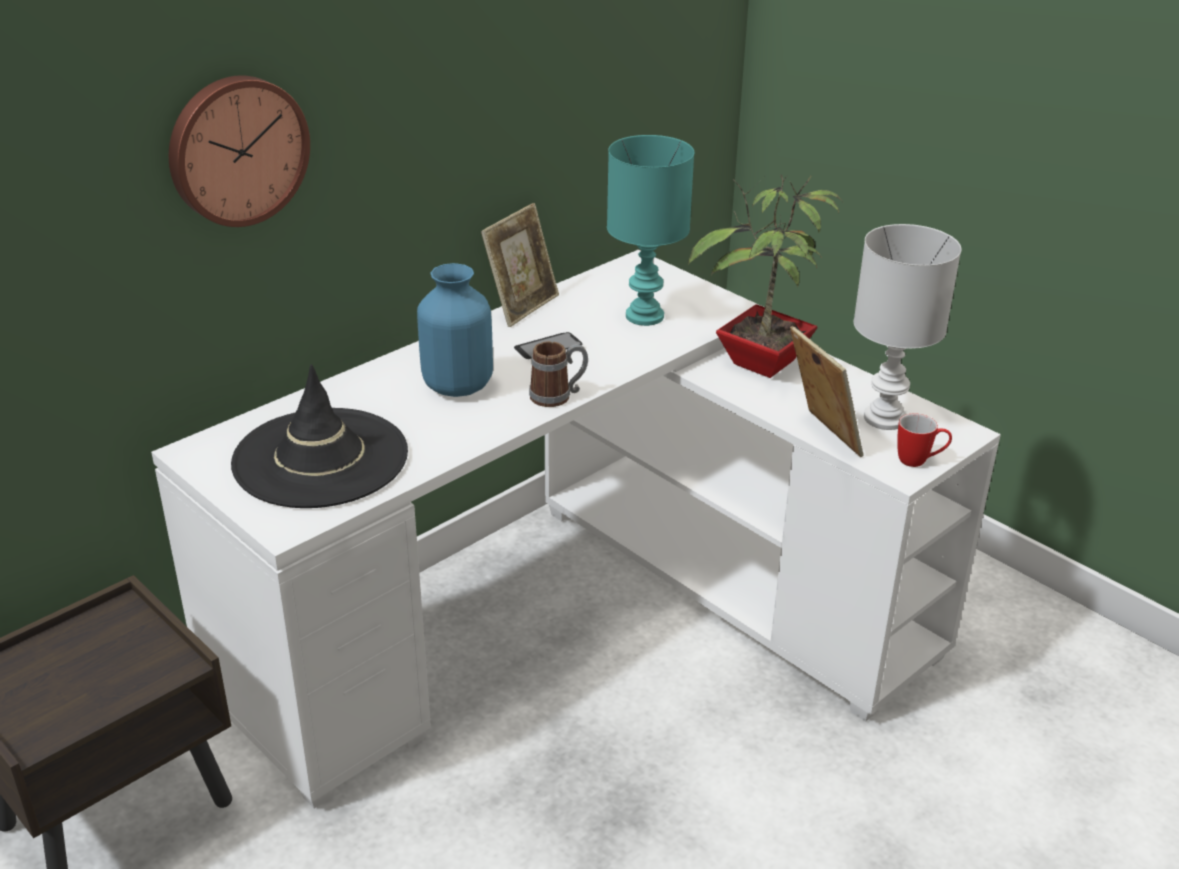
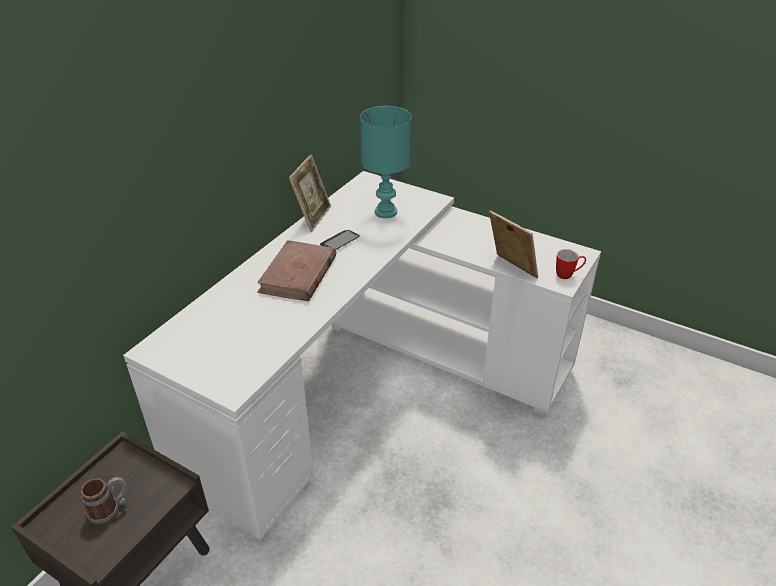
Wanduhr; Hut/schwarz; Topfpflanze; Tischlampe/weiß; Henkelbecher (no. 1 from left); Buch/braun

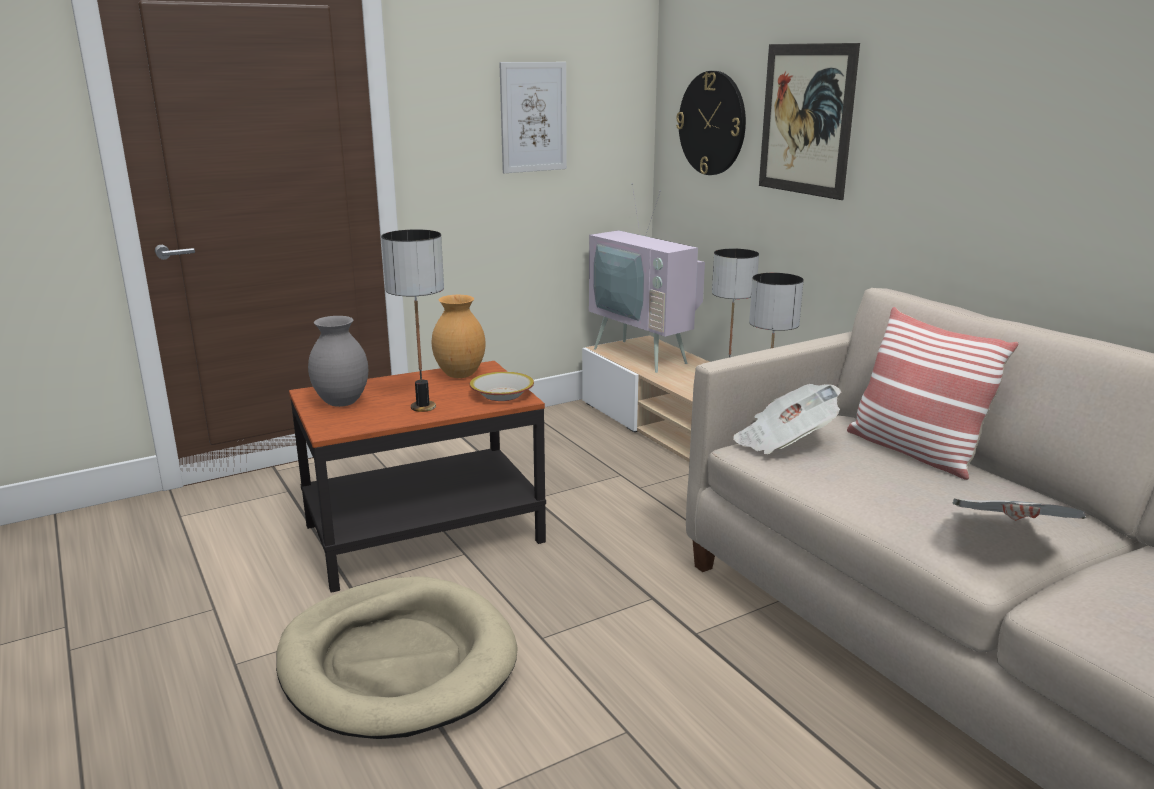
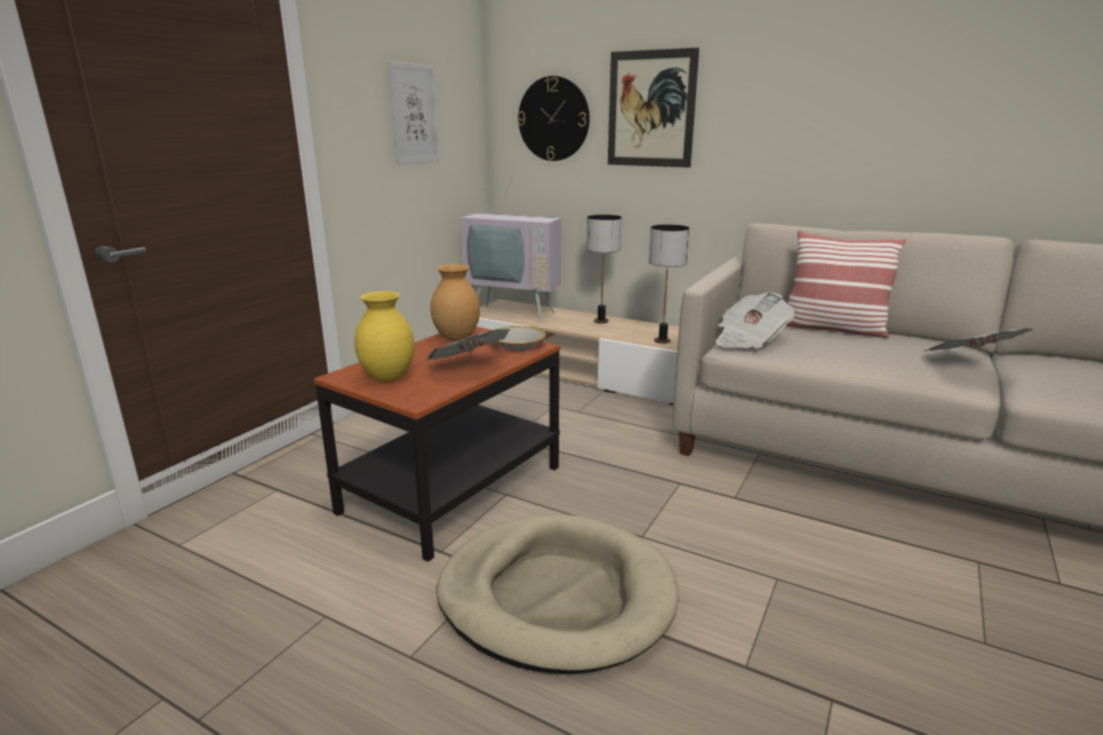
Zeitung (no. 1 from left); Vase/gelb

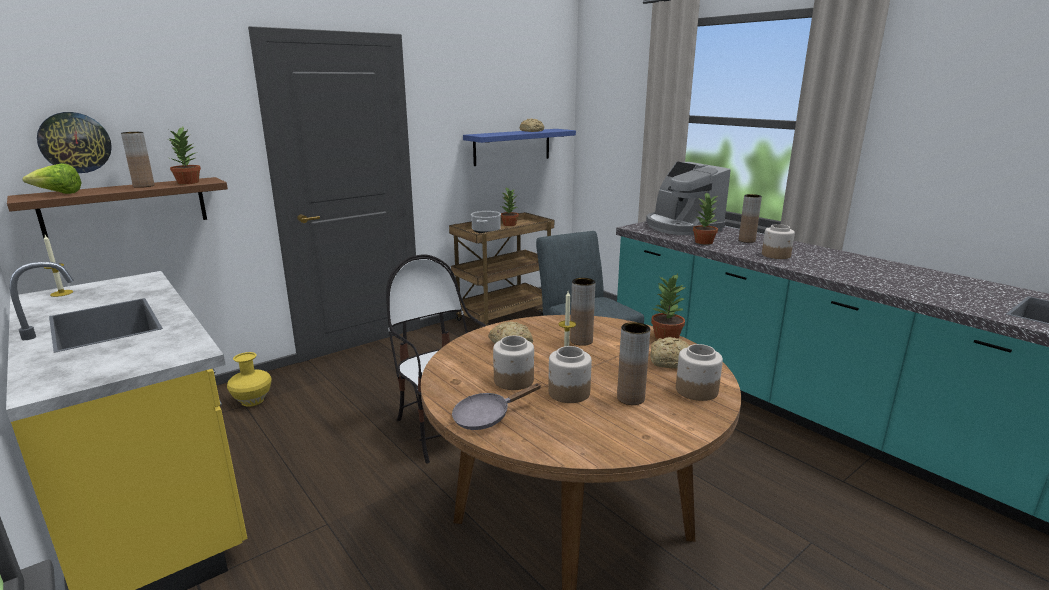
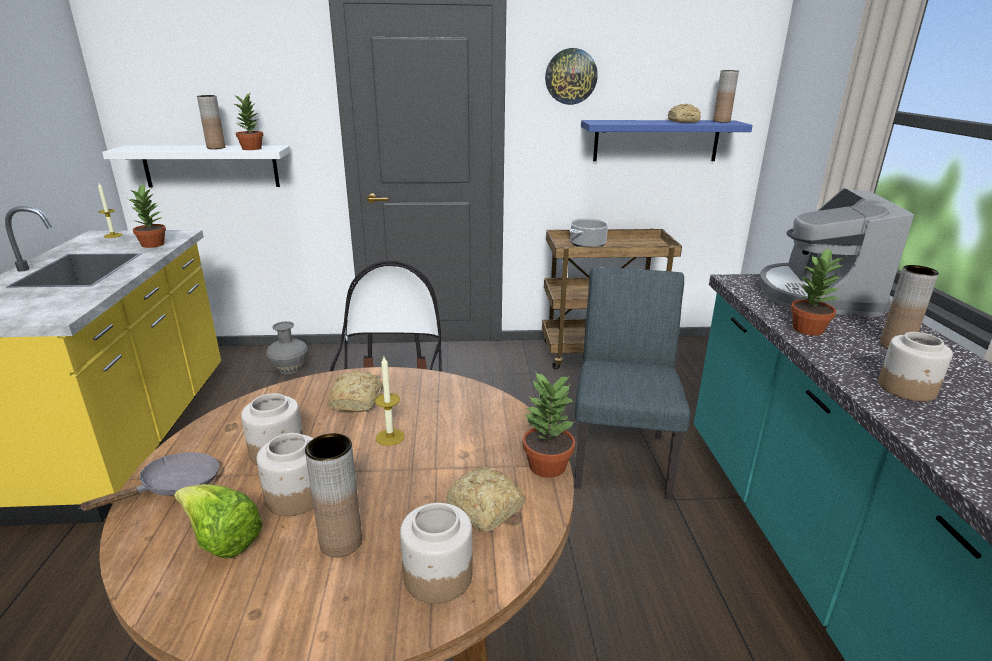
Salatkopf; Wanduhr; Topfpflanze (no. 1 from left); Vase/braun (no. 3 from left); Wandregal/weiß; Vase/grau; Pfanne/grau

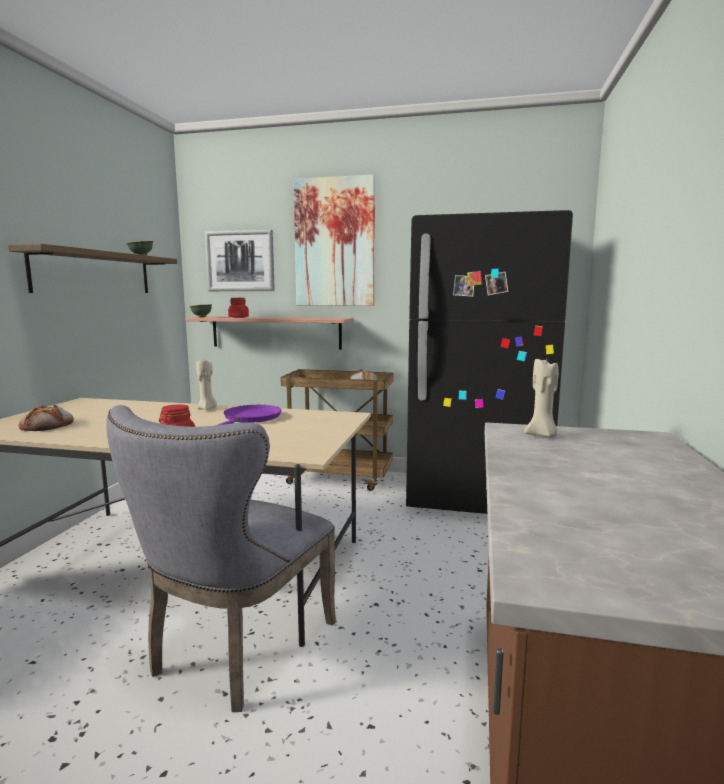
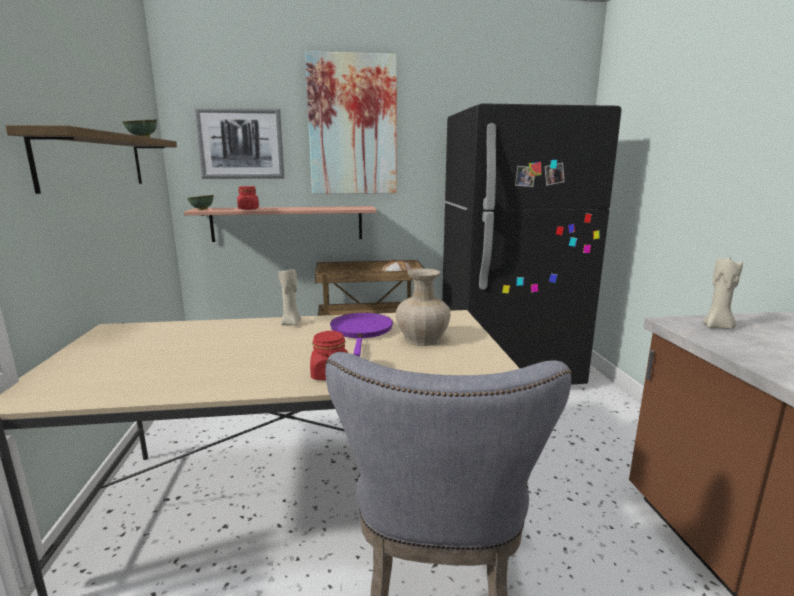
Brot (no. 1 from left in the first image); Vase/beige

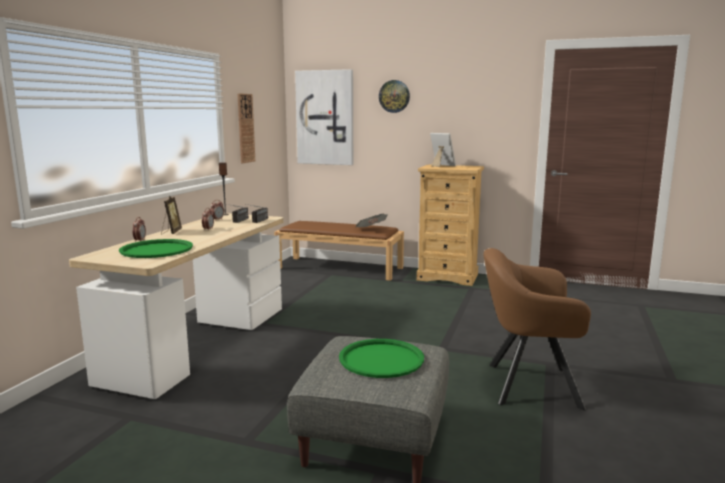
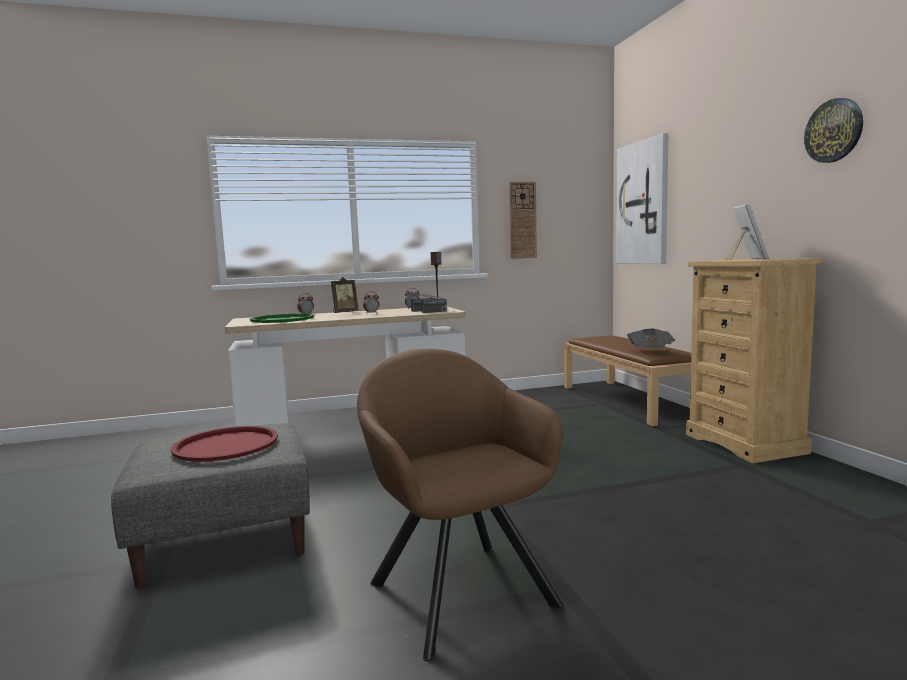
Wanduhr (no. 2 from left); Tablett/rot

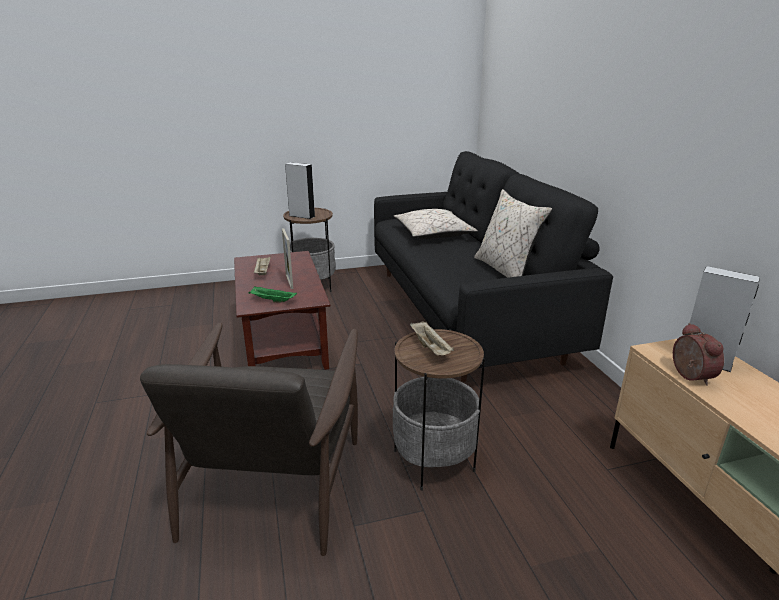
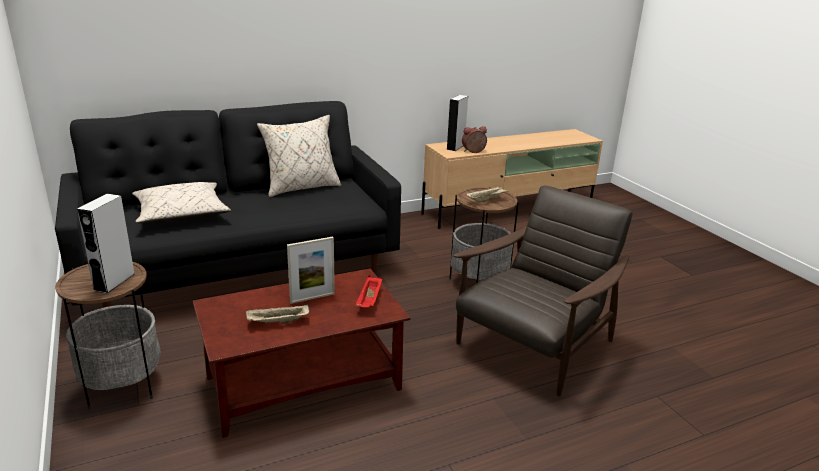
Tablett/rot; Sessel/braun

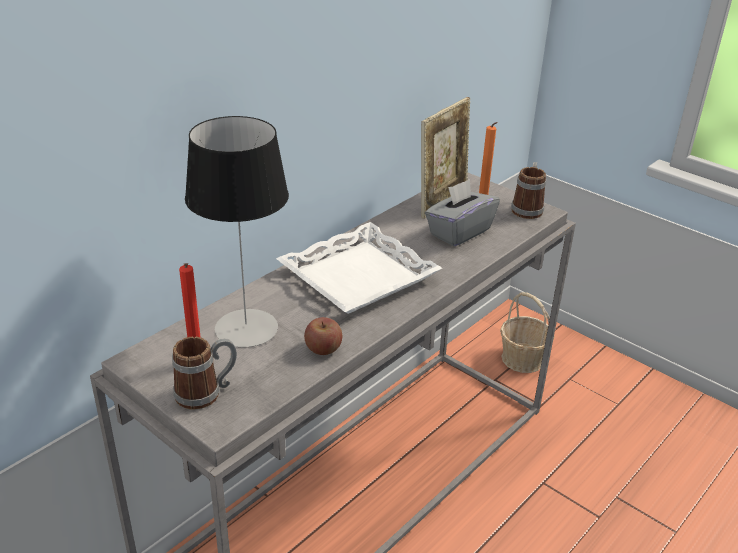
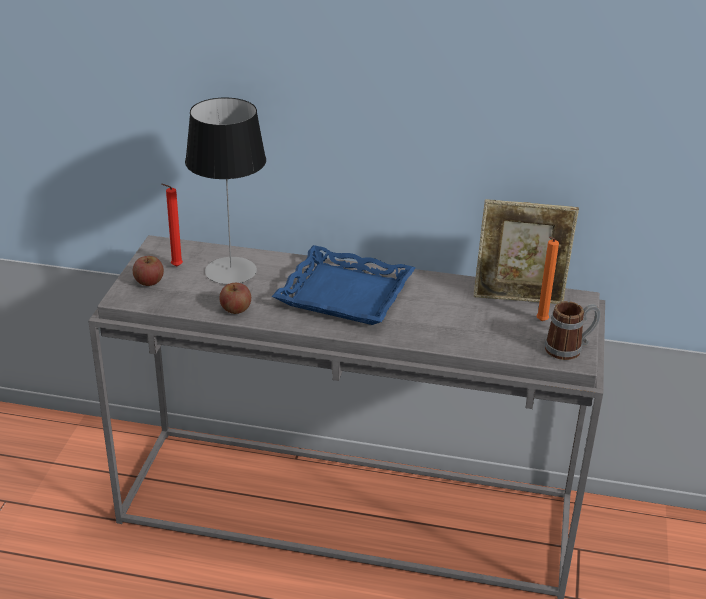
Taschentuchbox/grau; Korb; Apfel (no. 1 from left); Tablett/blau

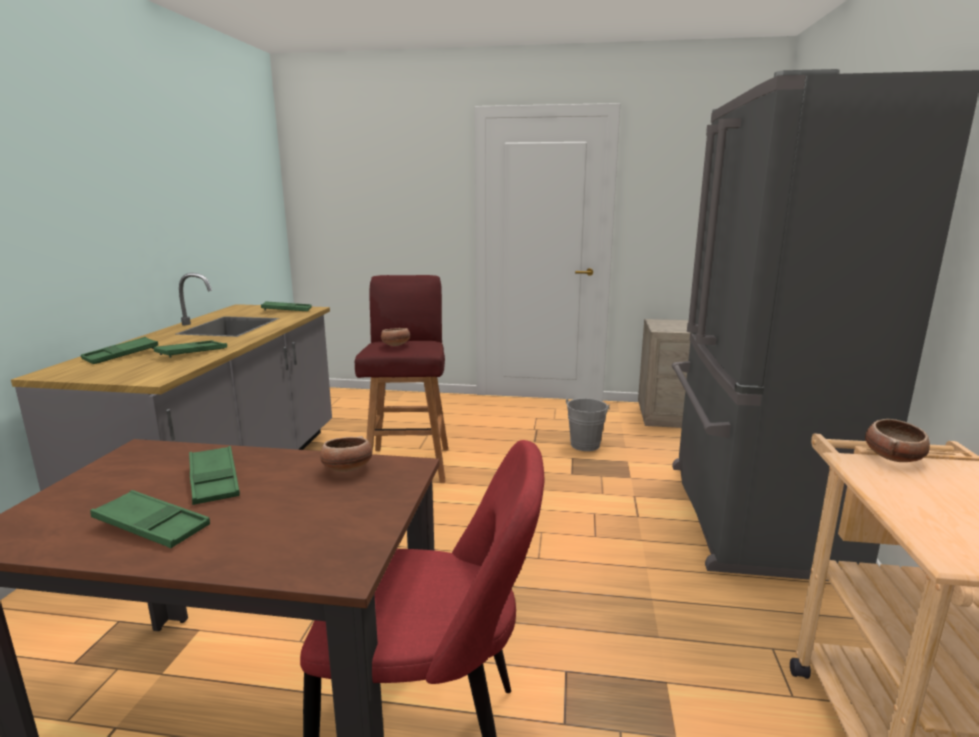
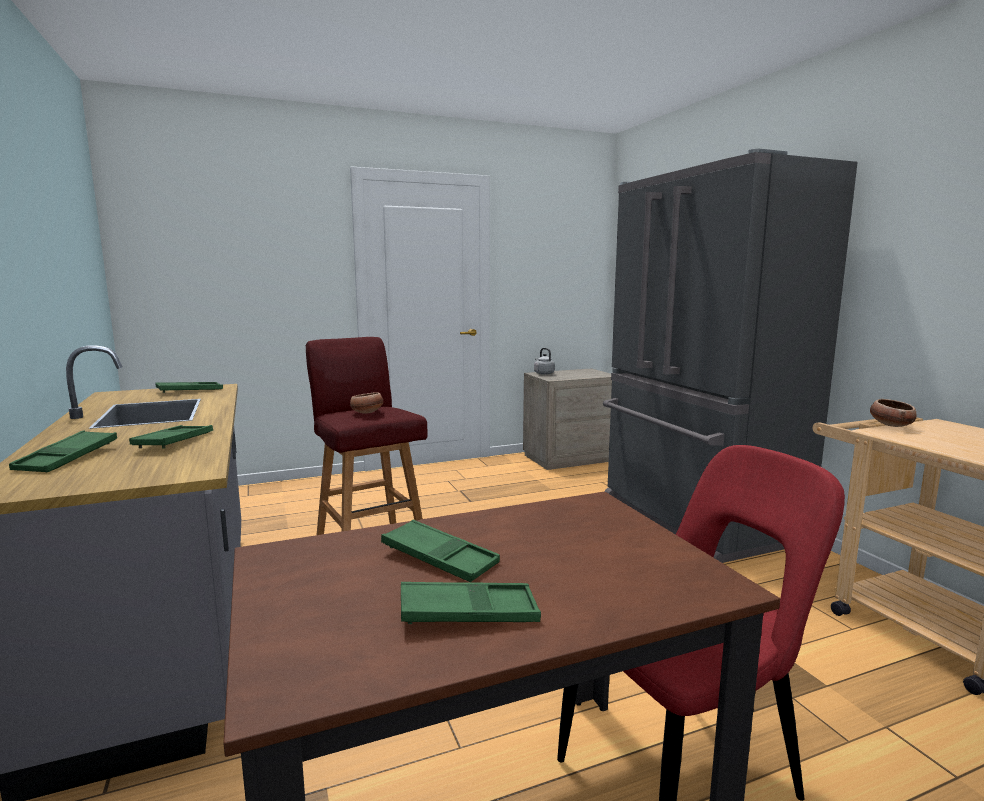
Schüssel (no. 1 from left in the first image); Eimer/grau; Wasserkessel/grau

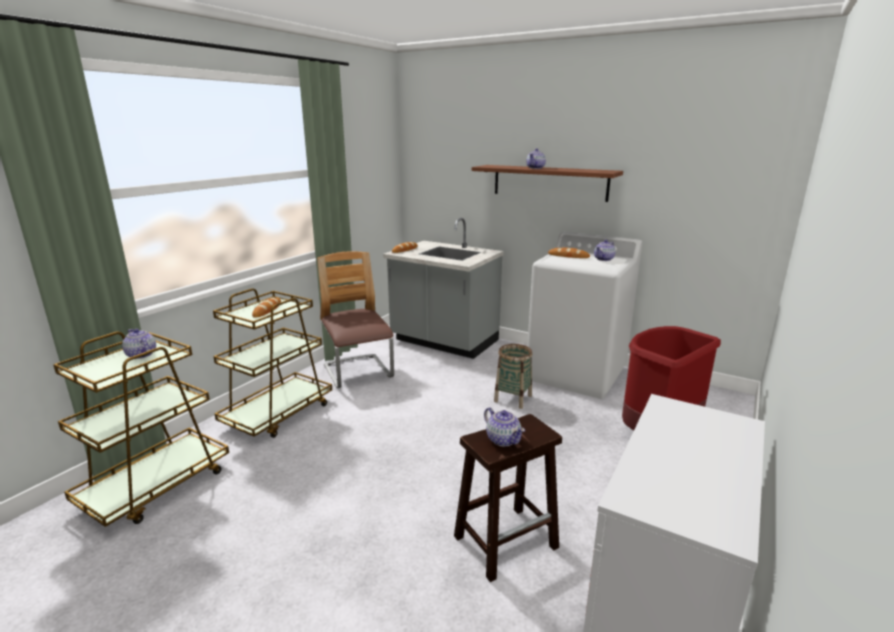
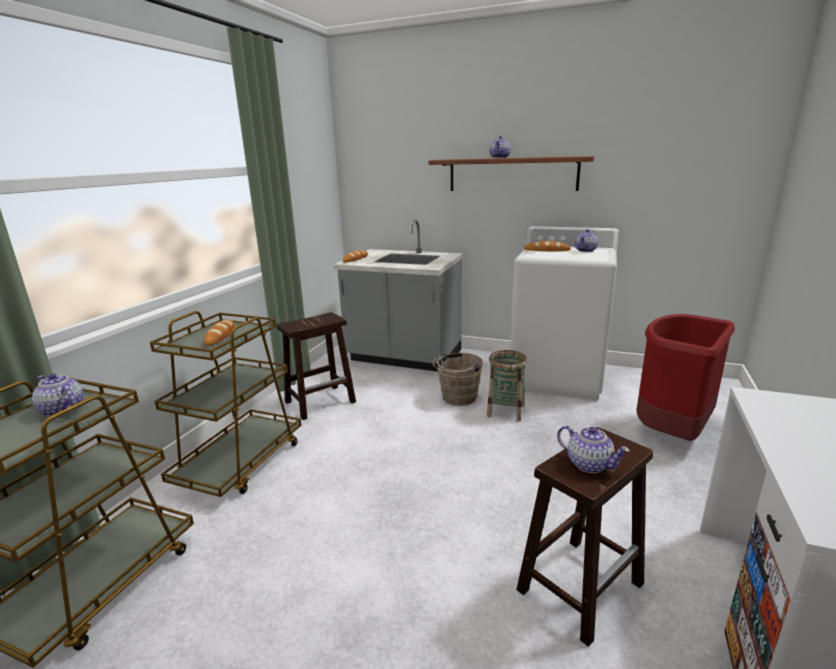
Eimer/braun; Hocker/braun (no. 1 from left)

